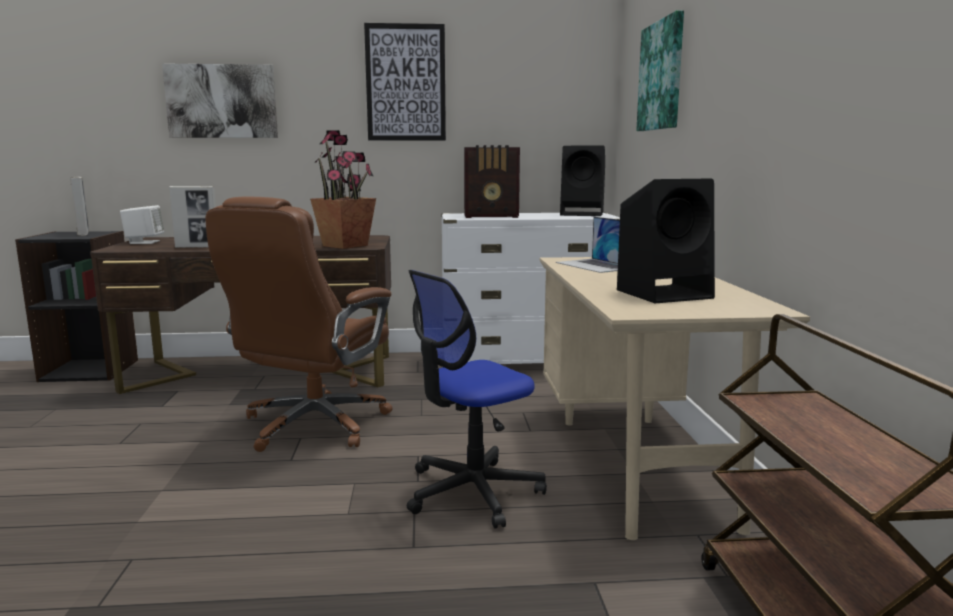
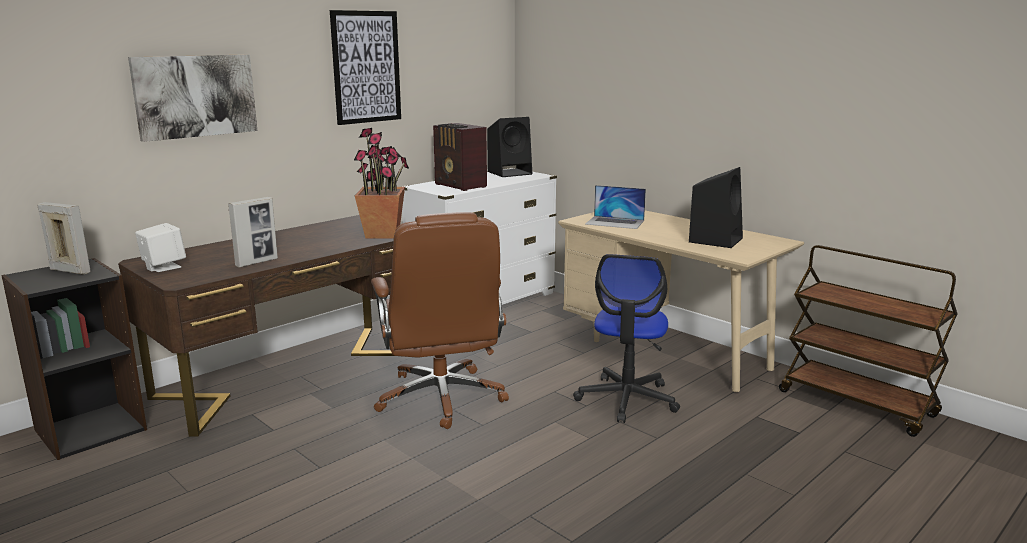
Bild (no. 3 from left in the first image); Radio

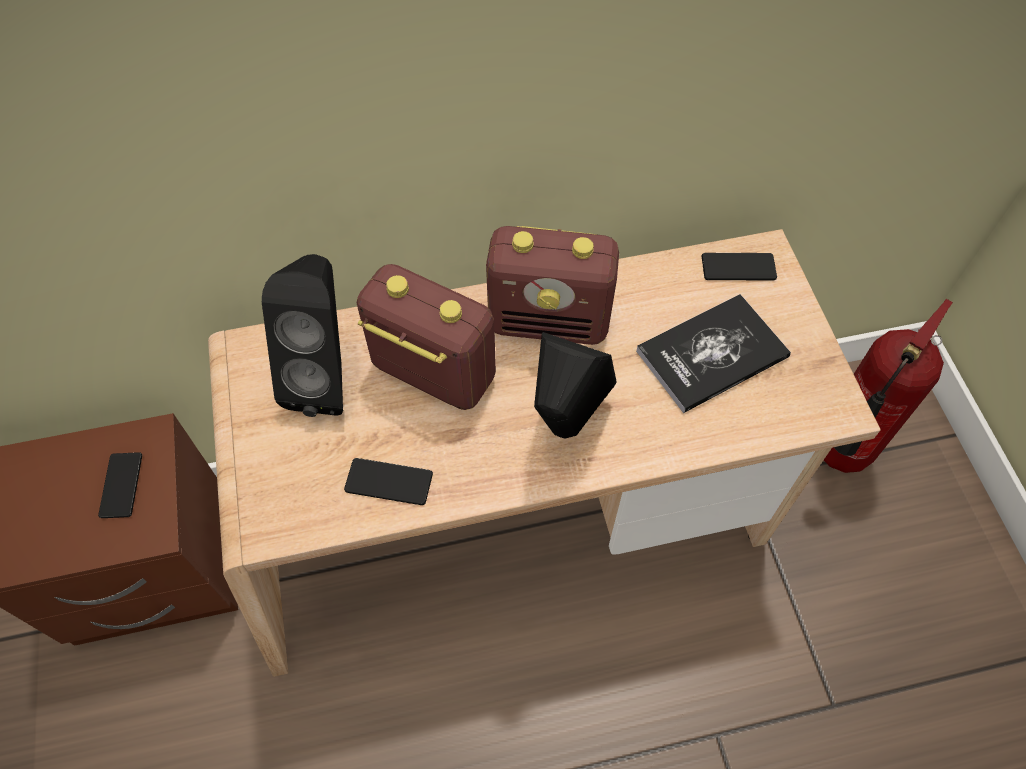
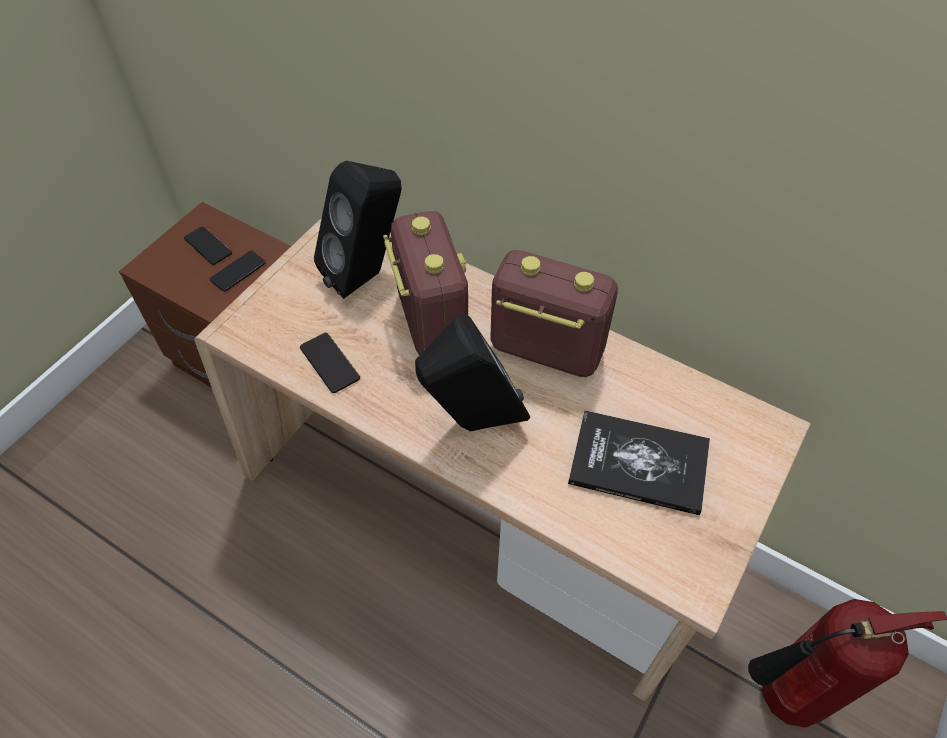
Handy (no. 1 from left); Radio (no. 2 from left)

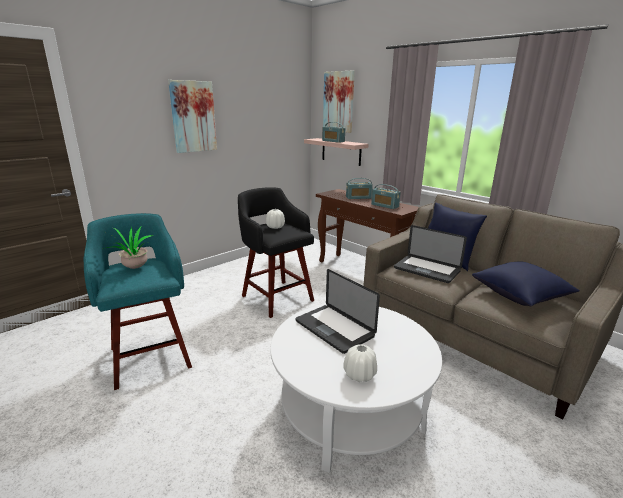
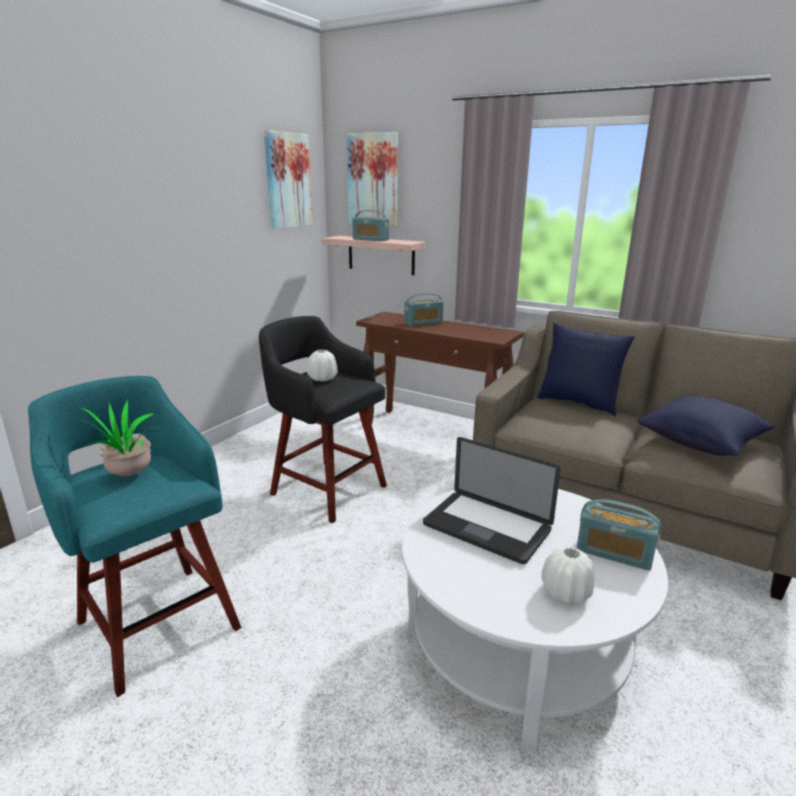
Laptop (no. 2 from left in the first image); Bild (no. 1 from left); Radio (no. 3 from left)

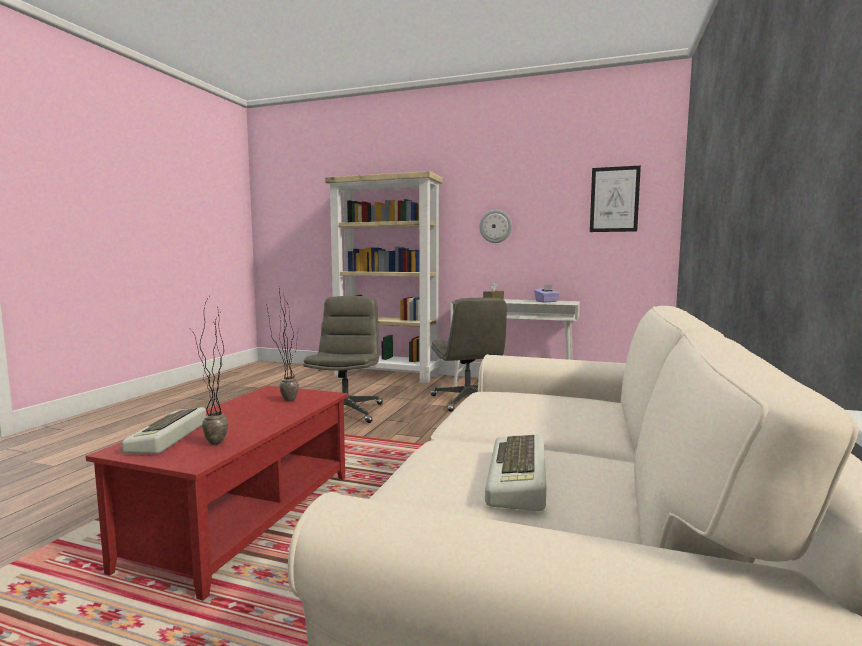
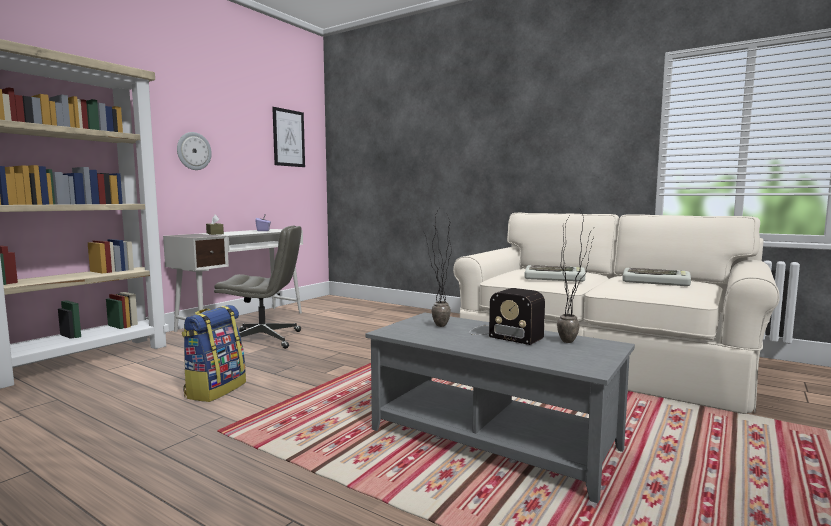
Radio; Tastatur (no. 1 from left); Rucksack; Couchtisch/grau

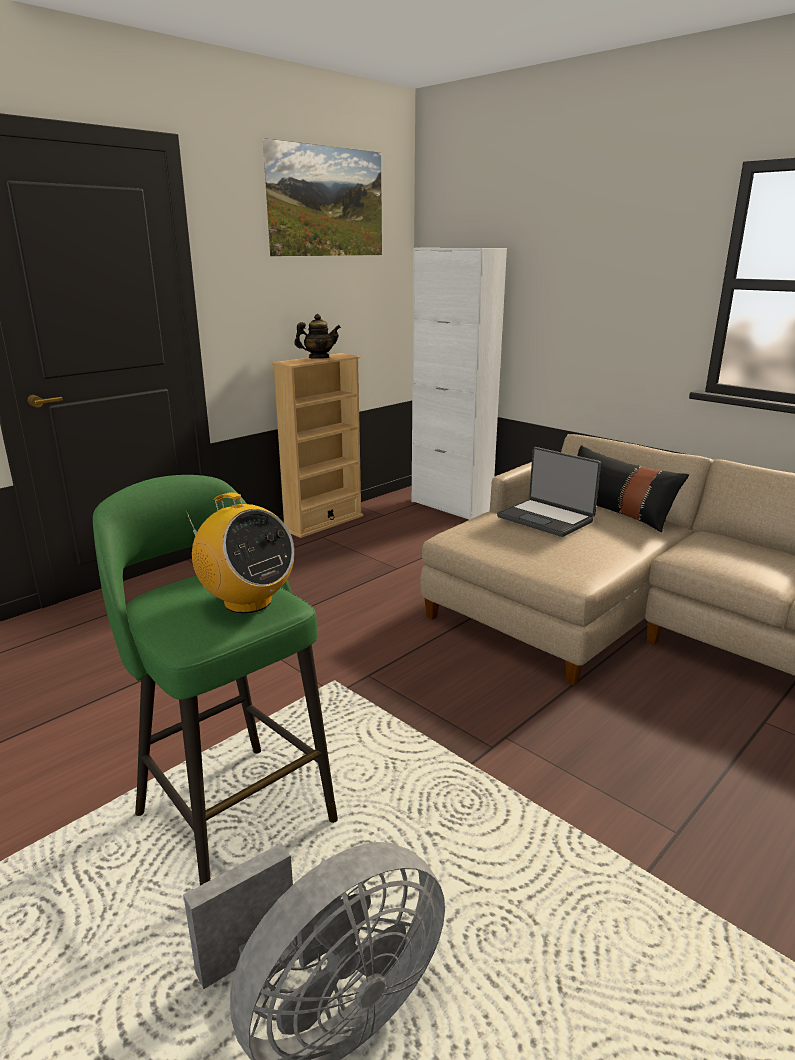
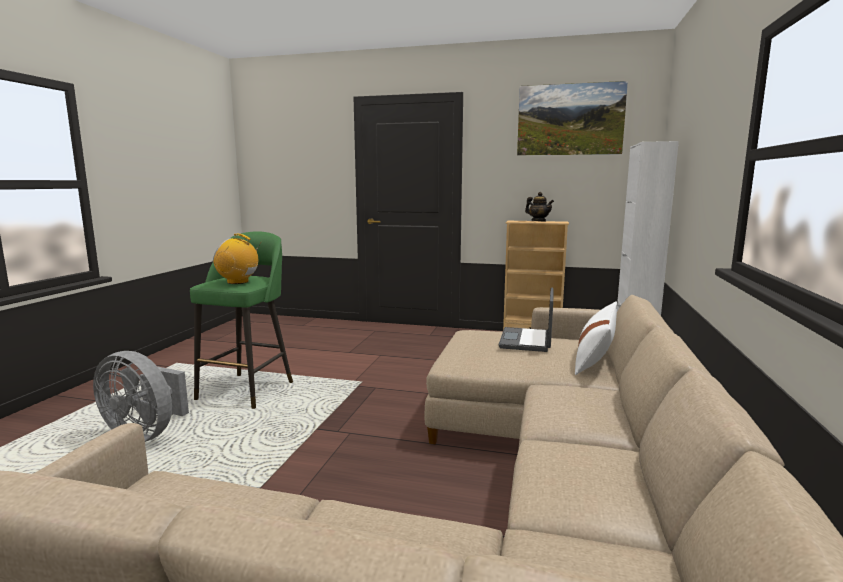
Kissen/weiß; Radio

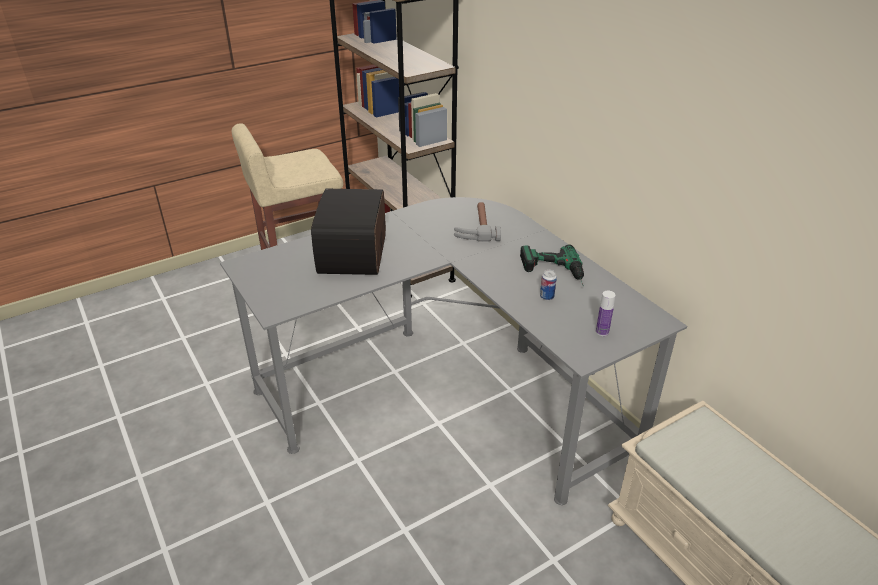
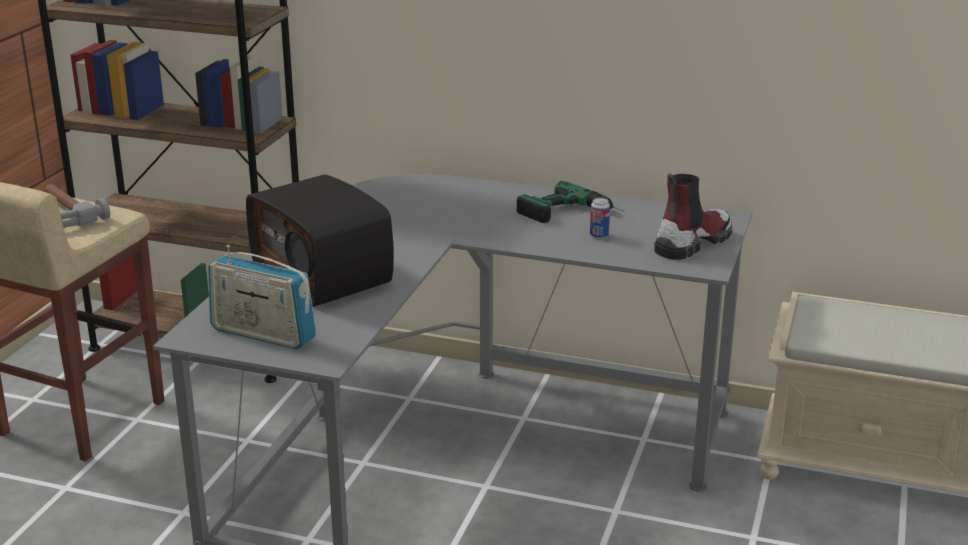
Radio (no. 1 from left); Hammer; Stiefel

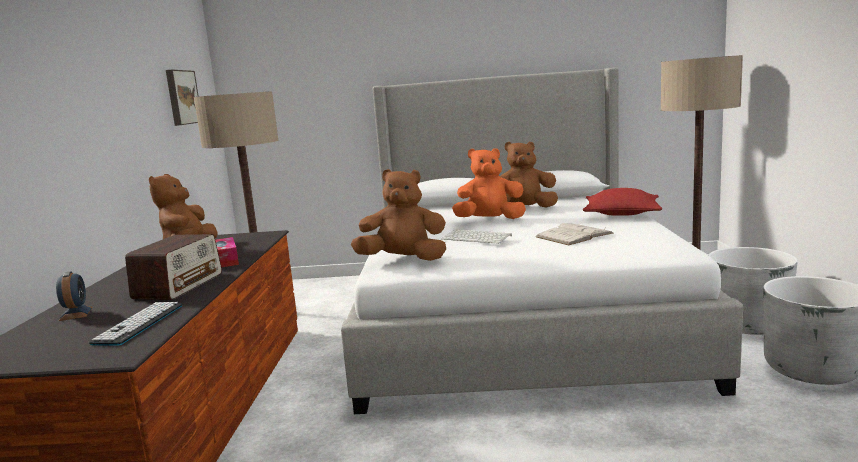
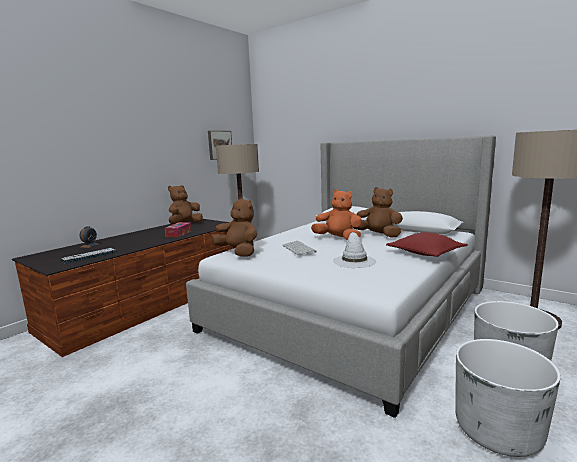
Radio; Hut/weiß

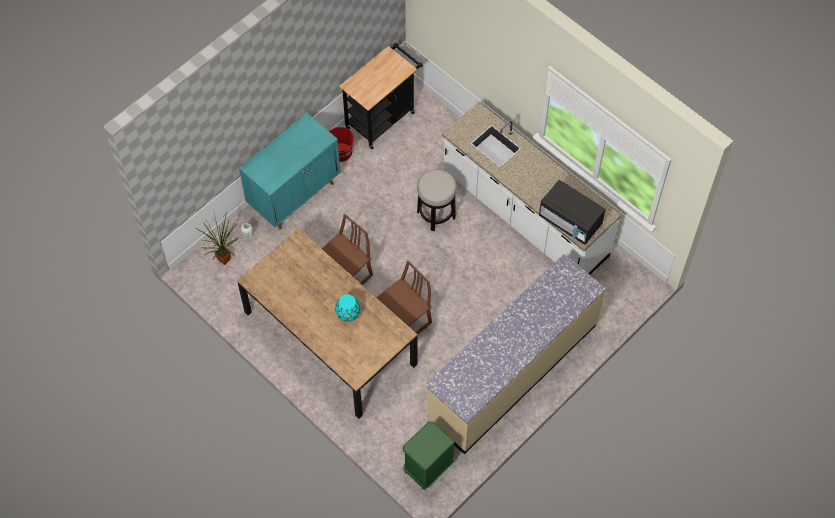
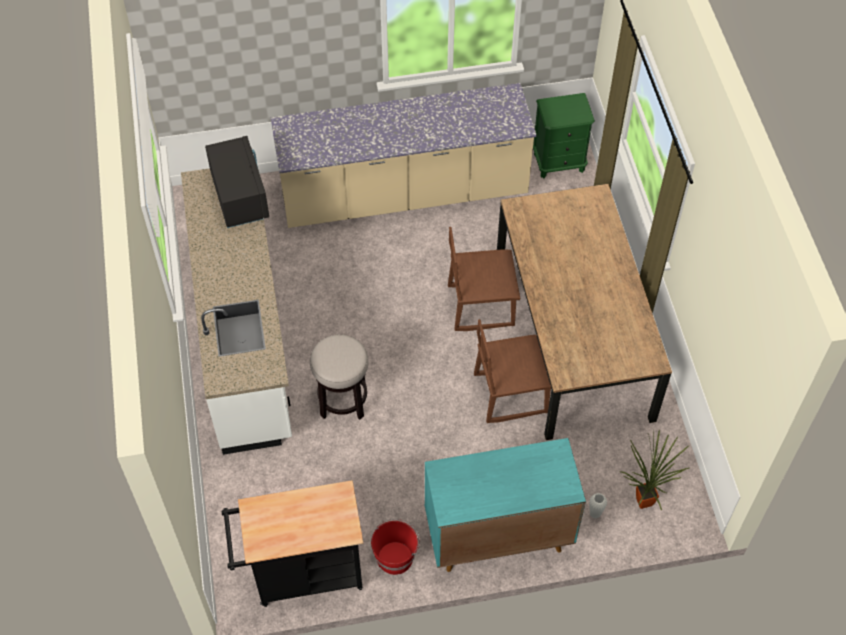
Vase/türkis

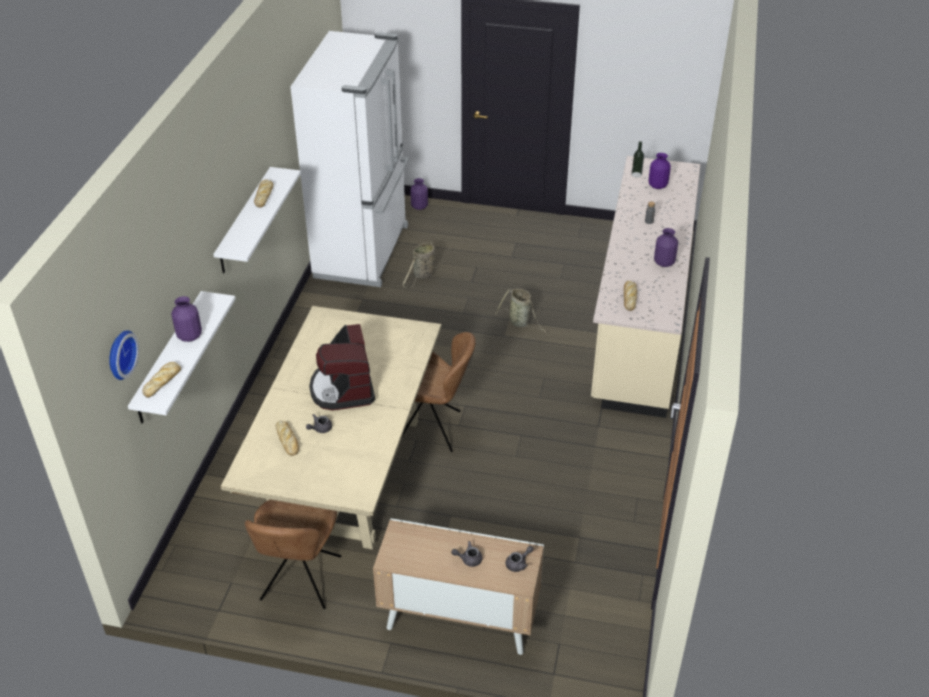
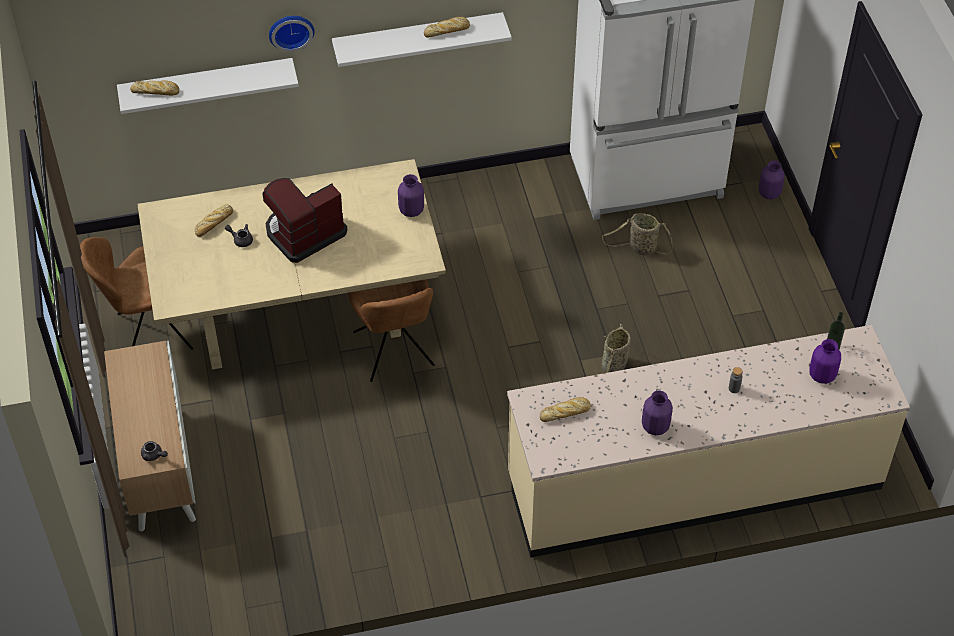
Teekanne/grau (no. 2 from left in the first image); Wanduhr; Vase/lila (no. 1 from left)

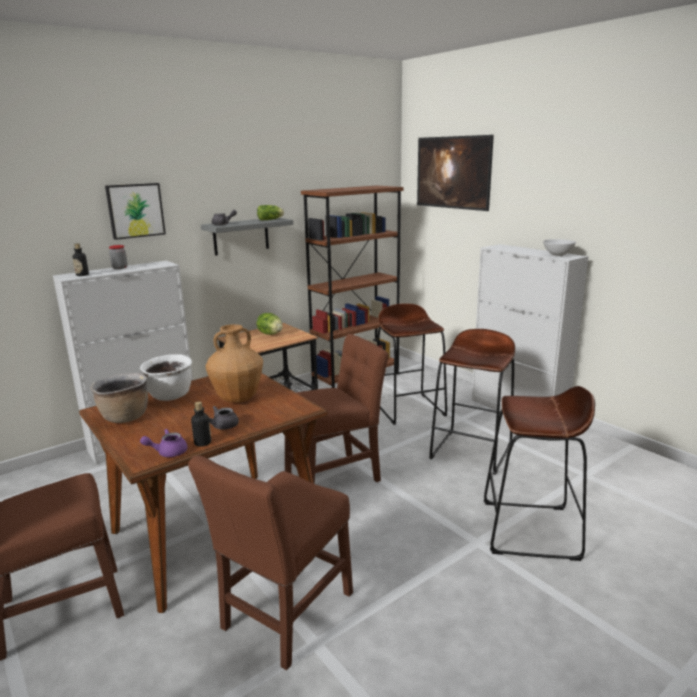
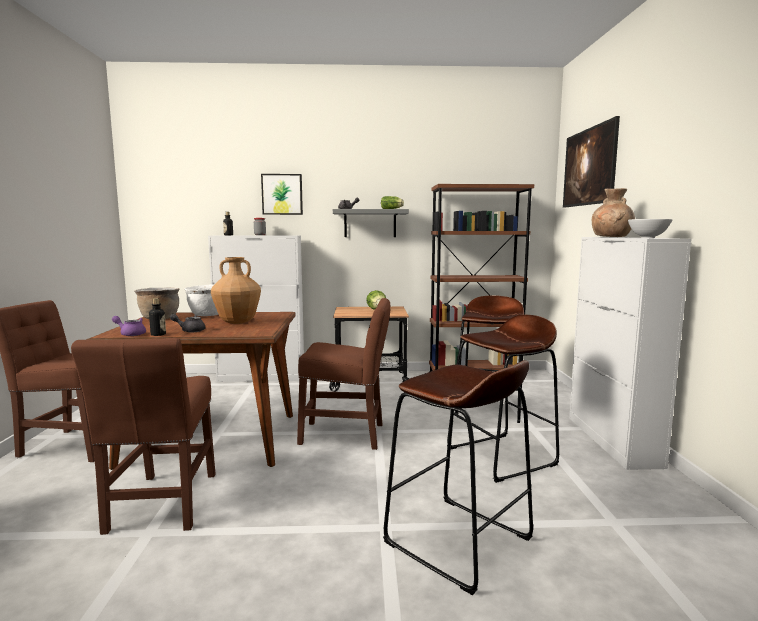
Vase/braun (no. 2 from left); Stuhl/braun (no. 2 from left)

